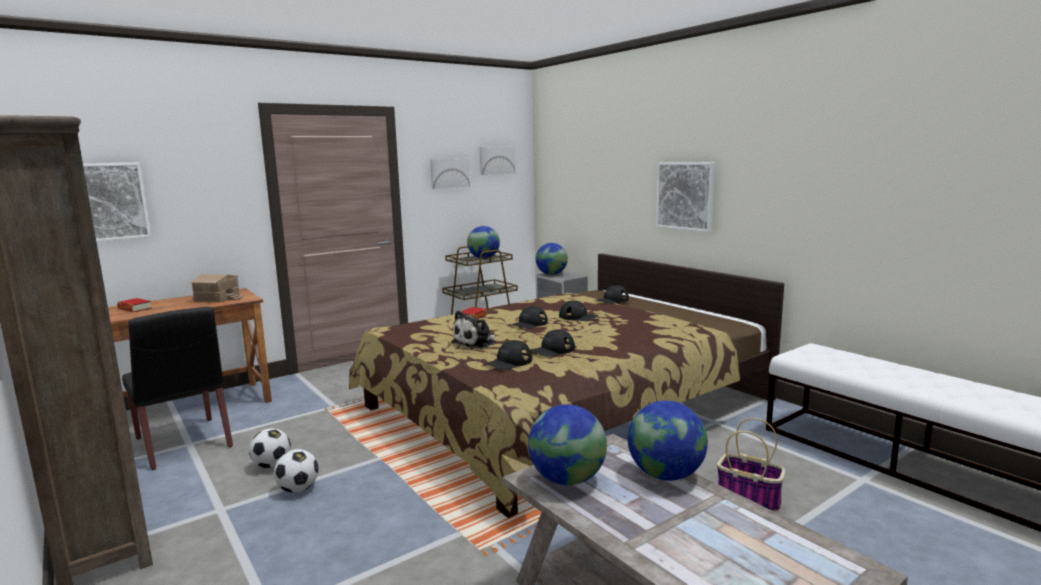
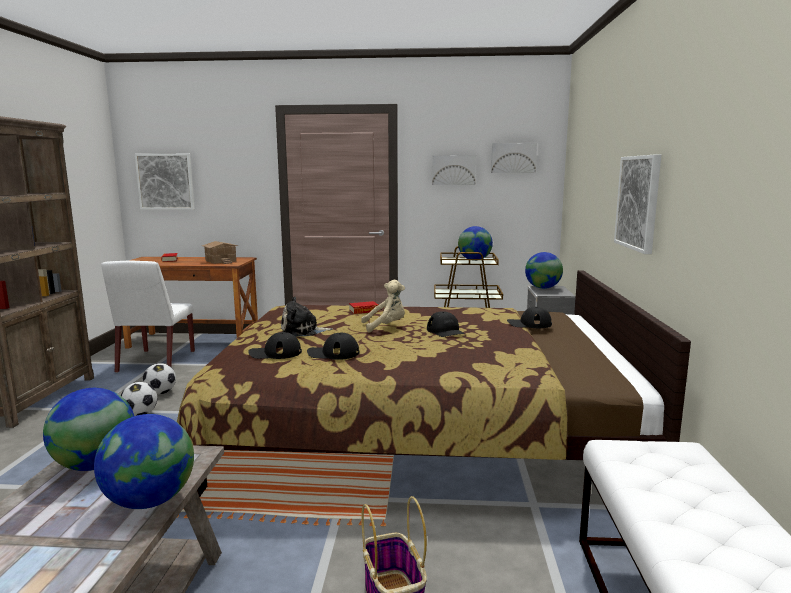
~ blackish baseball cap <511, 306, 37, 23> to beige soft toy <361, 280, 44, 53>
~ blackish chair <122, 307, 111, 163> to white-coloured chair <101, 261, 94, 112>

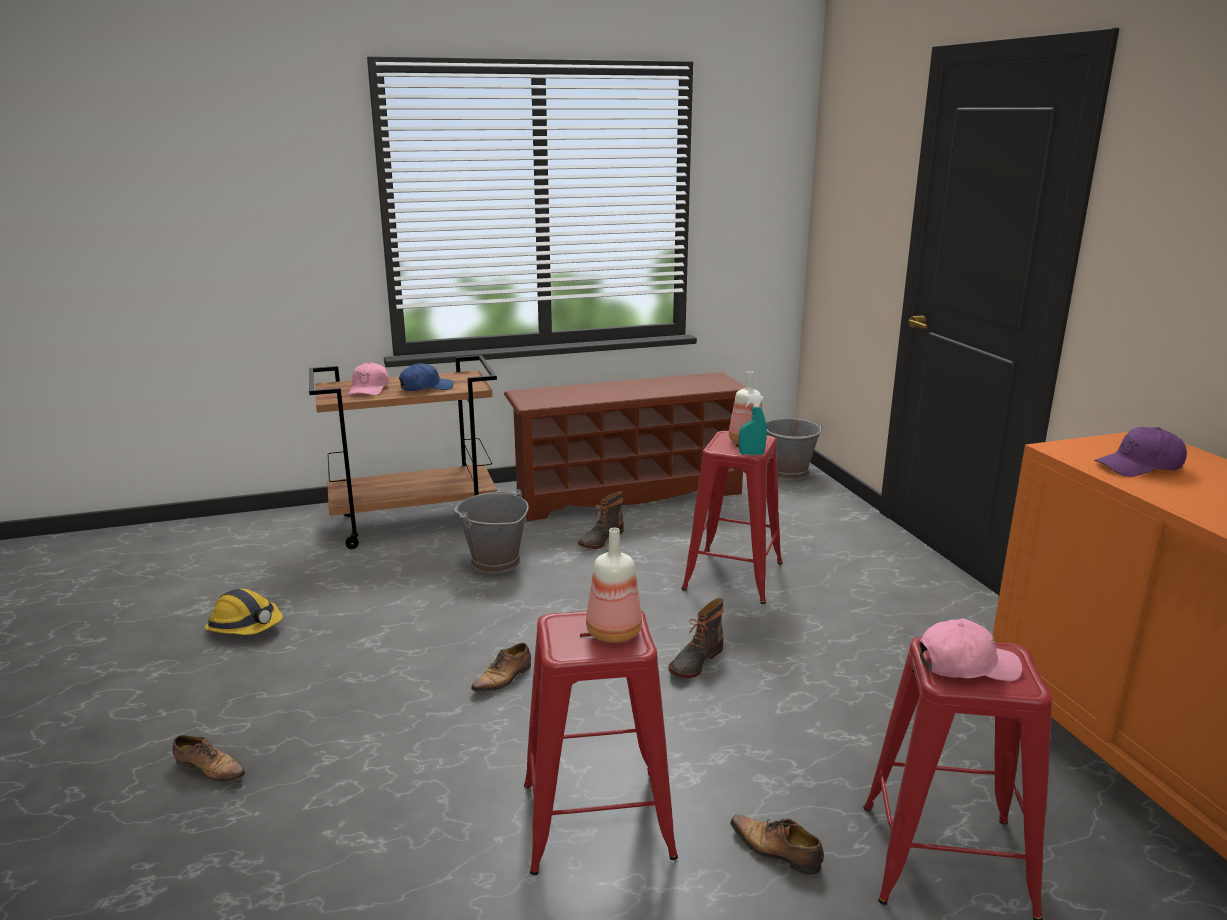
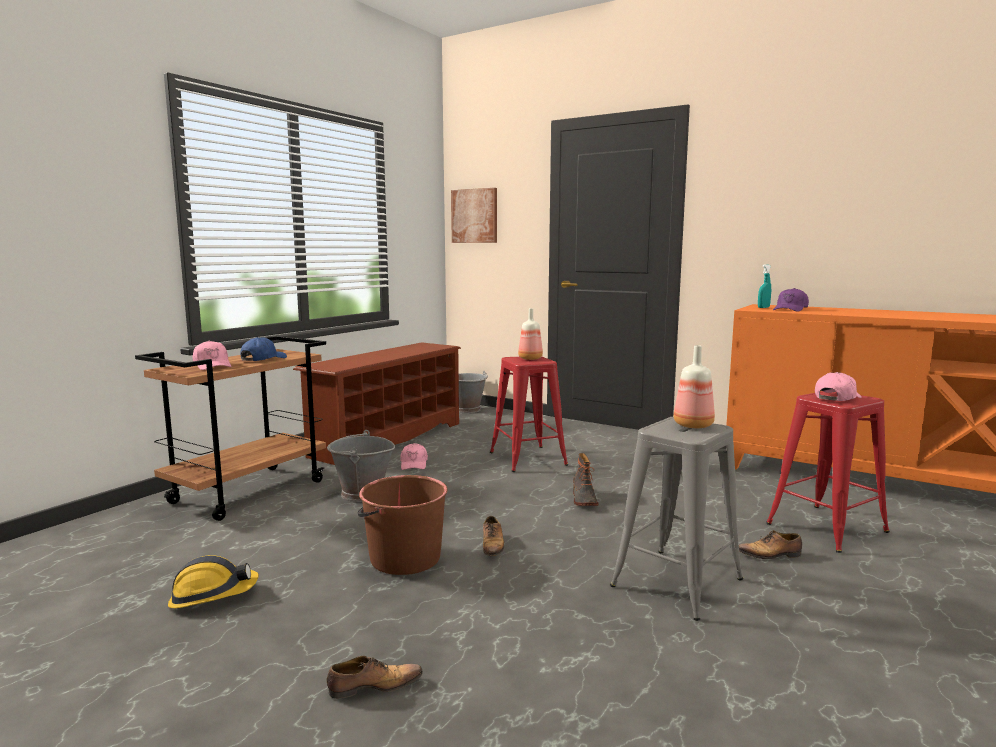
+ brownish water bucket <358, 475, 90, 100>
+ wall art <451, 188, 46, 55>
~ turquoise-coloured spray bottle <739, 394, 28, 61> to <758, 265, 13, 43>
~ high-top boot <578, 491, 46, 58> to pink baseball cap <400, 443, 28, 27>
~ red sitting stool <524, 611, 154, 264> to greyish sitting stool <610, 417, 133, 204>

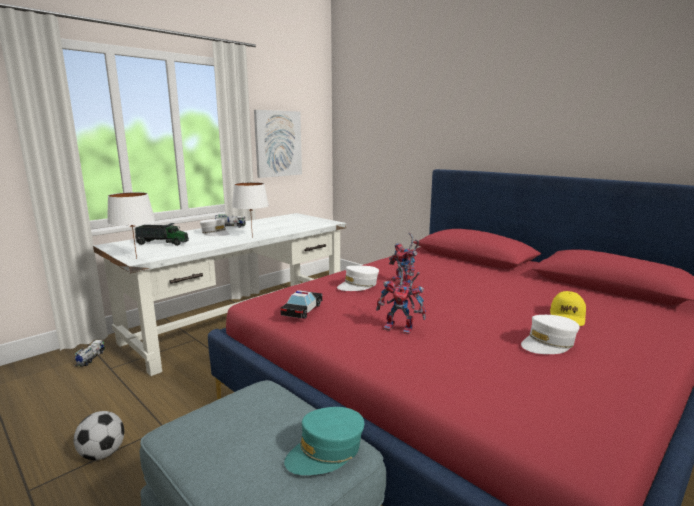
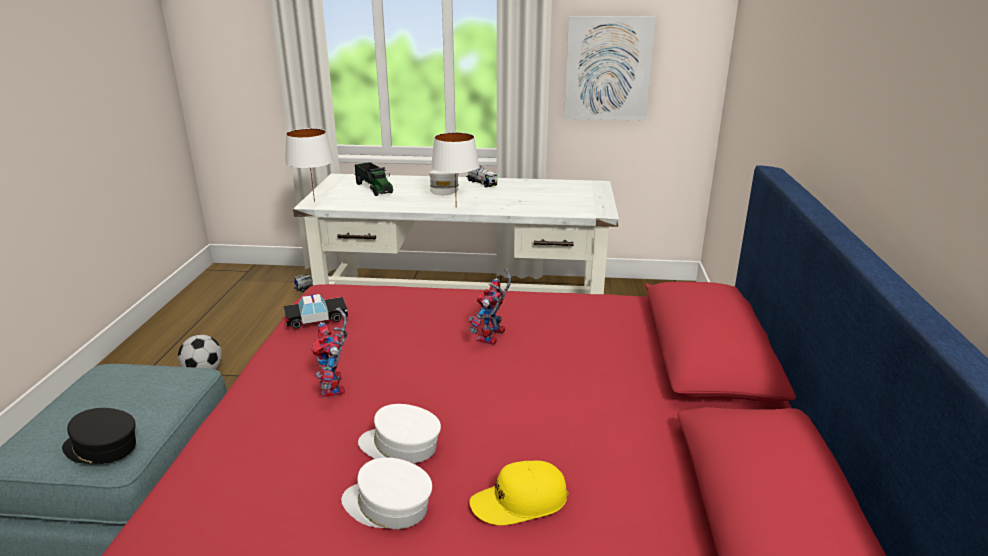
~ white-coloured baseball cap <337, 266, 42, 25> to <358, 404, 83, 59>
~ turquoise-coloured baseball cap <284, 407, 80, 68> to blackish baseball cap <62, 408, 74, 56>

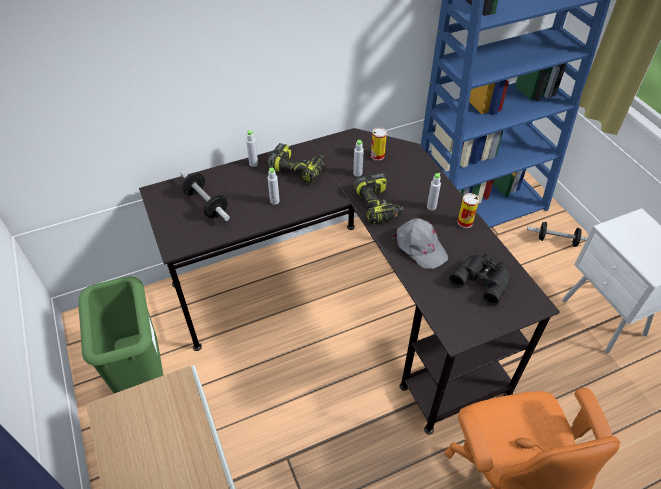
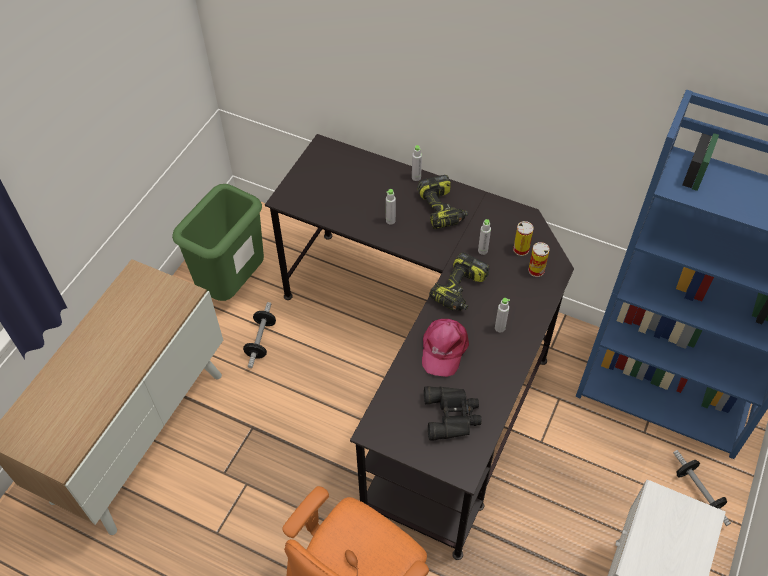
~ hand weight <181, 171, 49, 50> to <243, 302, 33, 66>
~ sealed can <457, 193, 22, 35> to <528, 242, 22, 35>
~ greyish baseball cap <392, 218, 56, 51> to pink baseball cap <422, 319, 47, 58>

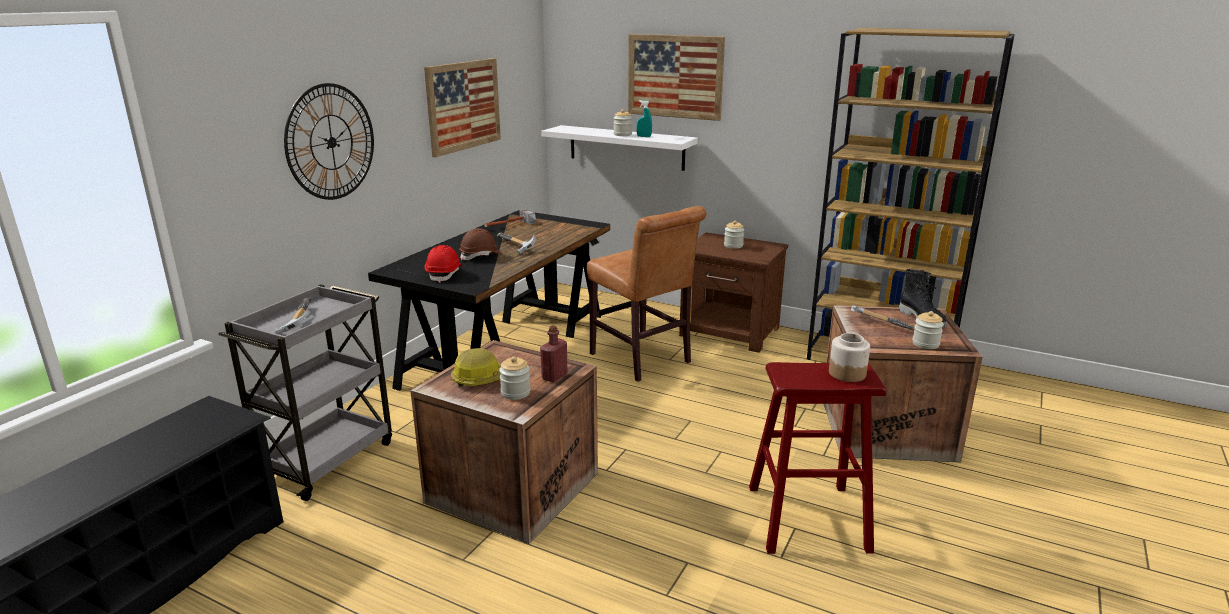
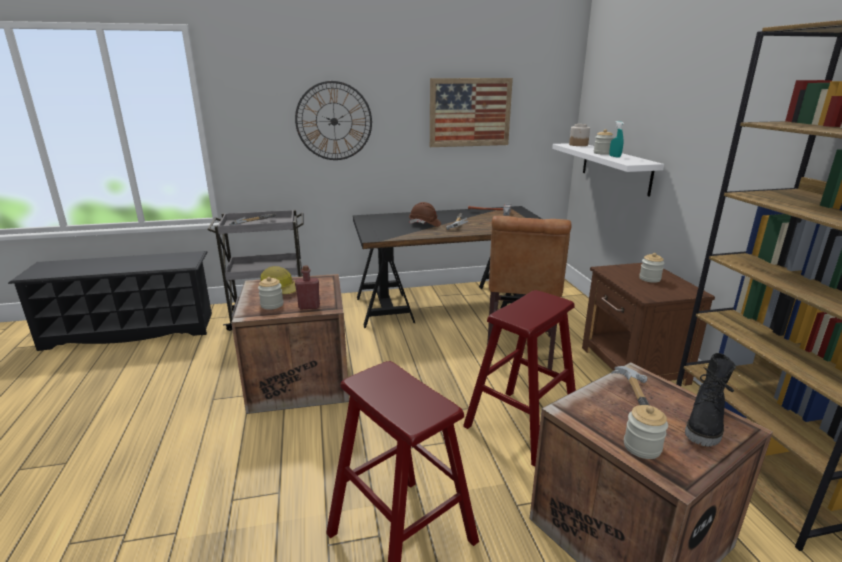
- red work helmet <425, 245, 37, 38>
- wall art <628, 34, 97, 87>
+ red sitting stool <463, 290, 113, 177>
~ jar <829, 333, 41, 49> to <569, 124, 21, 22>

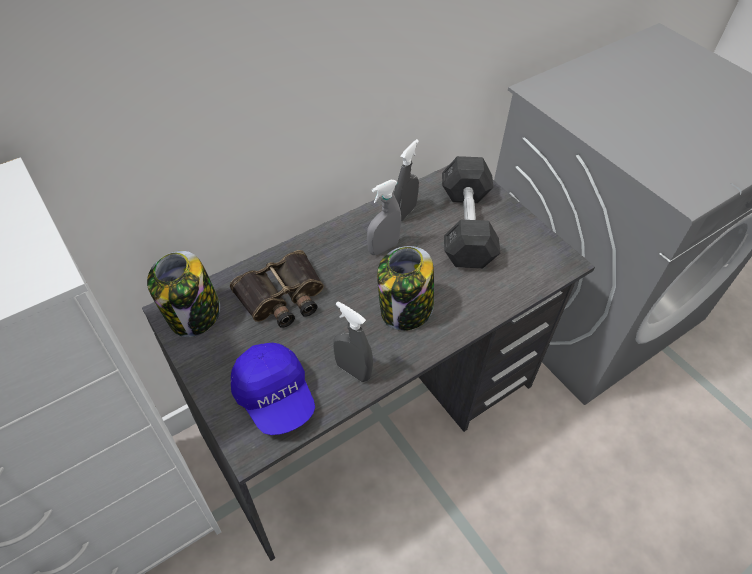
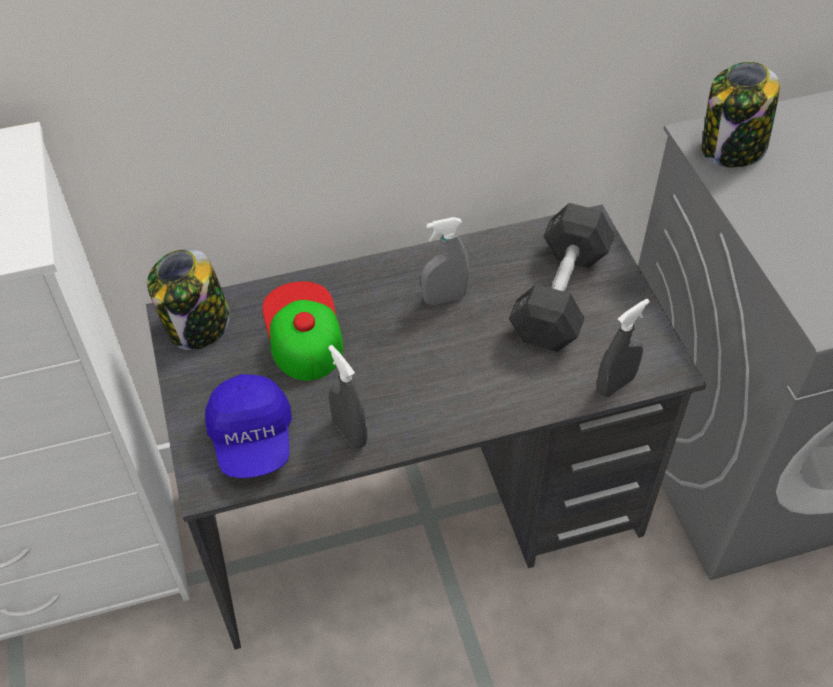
~ jar <377, 246, 57, 85> to <702, 62, 78, 106>
~ greyish spray bottle <394, 139, 25, 82> to <597, 299, 53, 98>
~ binoculars <230, 250, 94, 78> to baseball cap <262, 281, 81, 100>

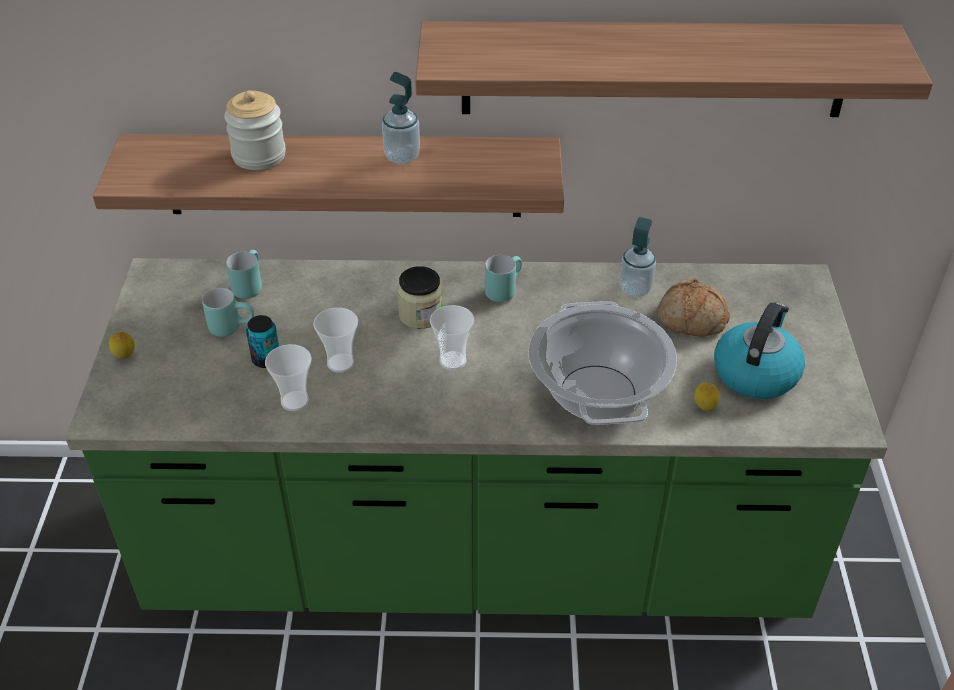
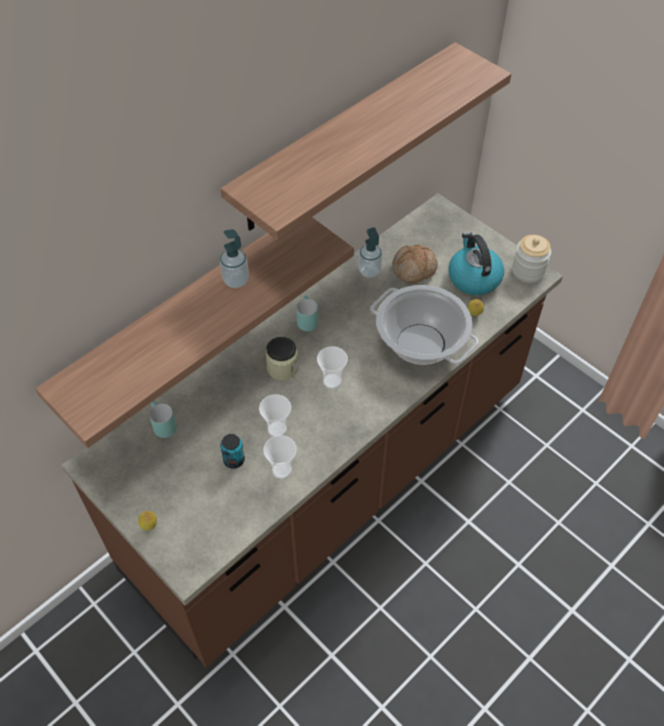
- turquoise-coloured mug <202, 288, 53, 49>
~ jar <224, 90, 62, 80> to <512, 235, 39, 48>
~ green counter <66, 258, 821, 360> to brownish counter <61, 193, 502, 475>

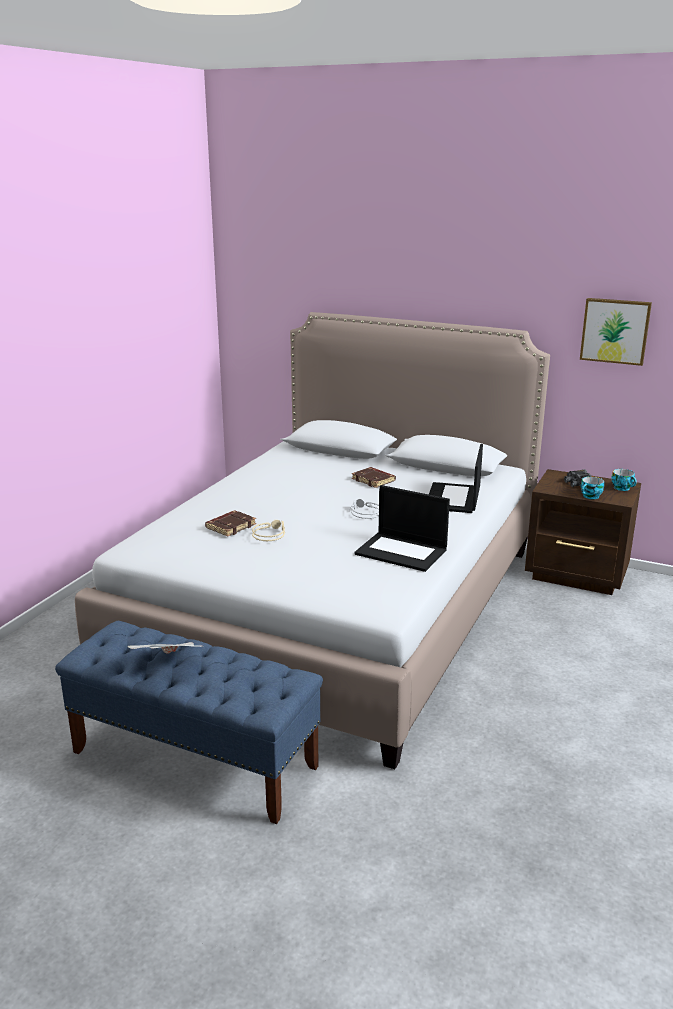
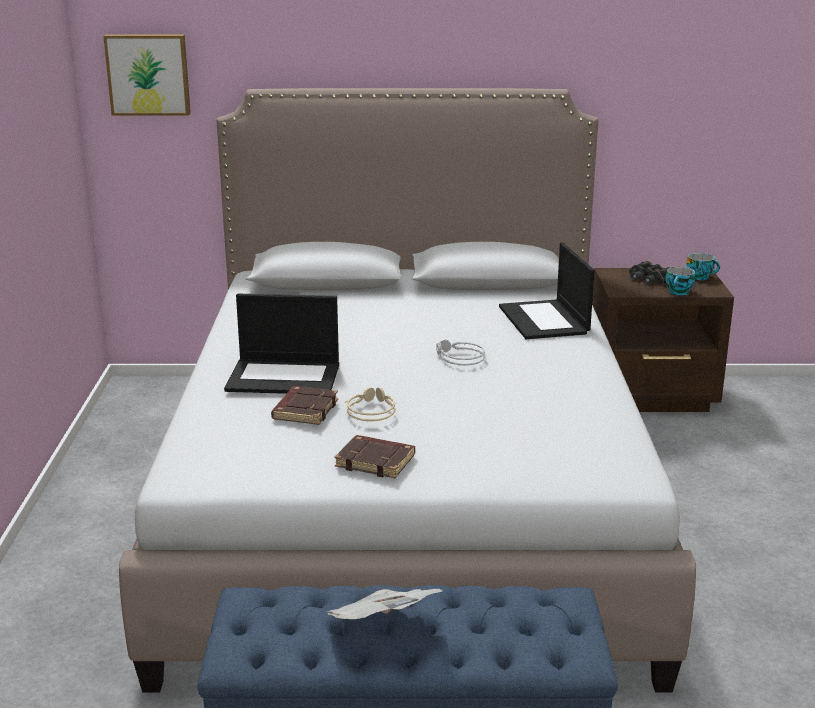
~ brownish book <352, 467, 44, 21> to <334, 435, 81, 43>
~ notebook computer <355, 485, 95, 87> to <224, 294, 115, 100>
~ wall art <580, 298, 72, 68> to <103, 35, 88, 80>

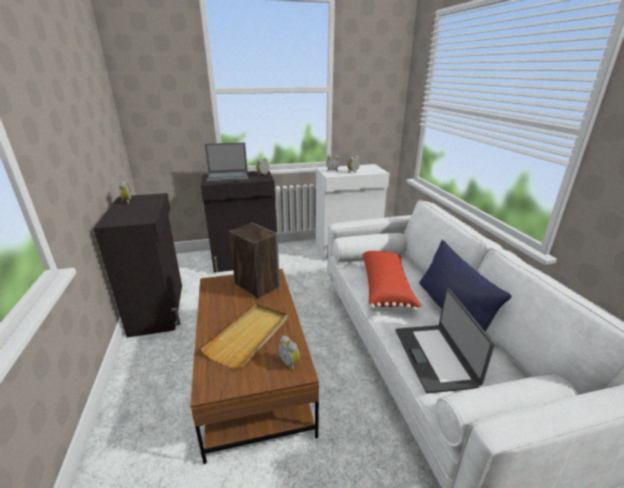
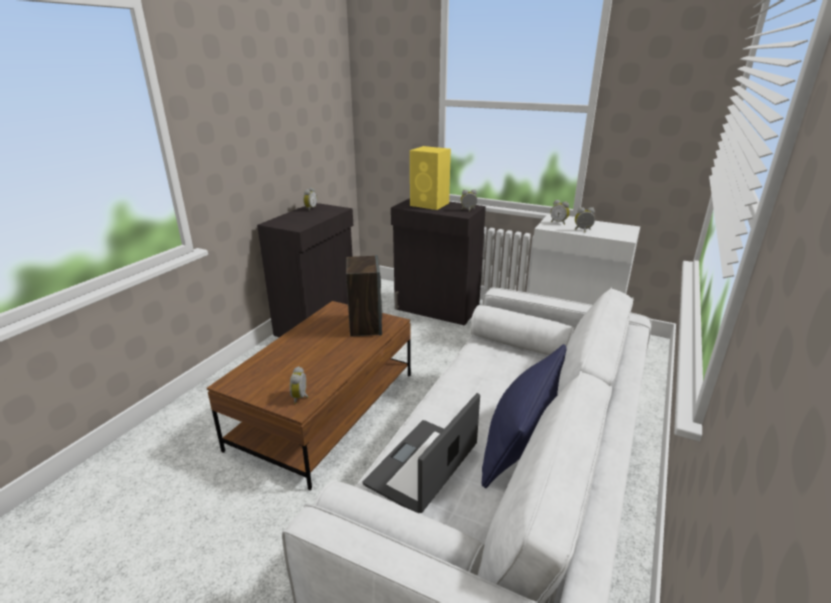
- beige serving tray <201, 304, 86, 65>
- red throw pillow <362, 251, 59, 60>
~ notebook computer <205, 143, 43, 39> to yellow speaker <410, 146, 41, 64>

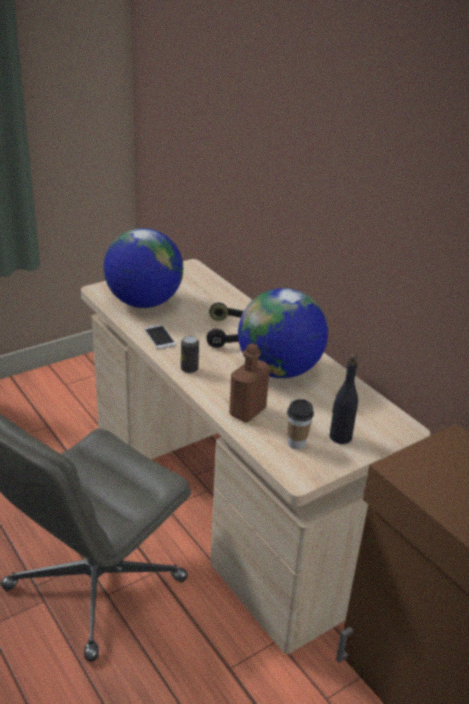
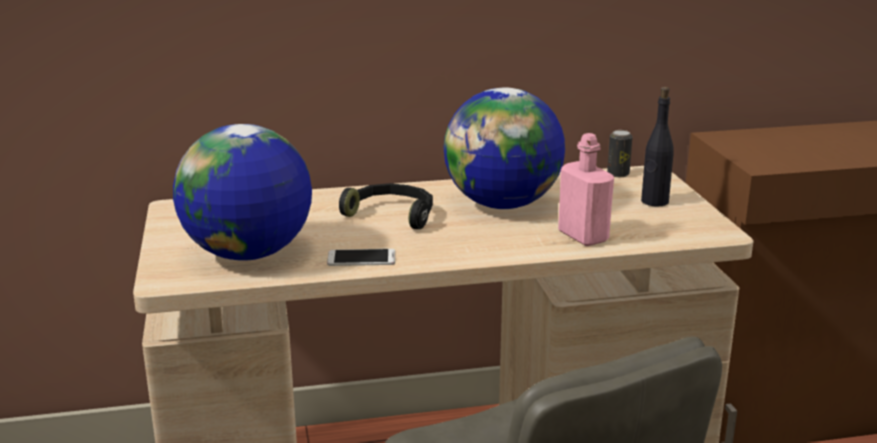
- cup <287, 399, 27, 50>
~ sealed can <181, 336, 18, 37> to <607, 130, 26, 47>
~ brownish bottle <229, 343, 41, 80> to pink bottle <558, 133, 56, 113>

